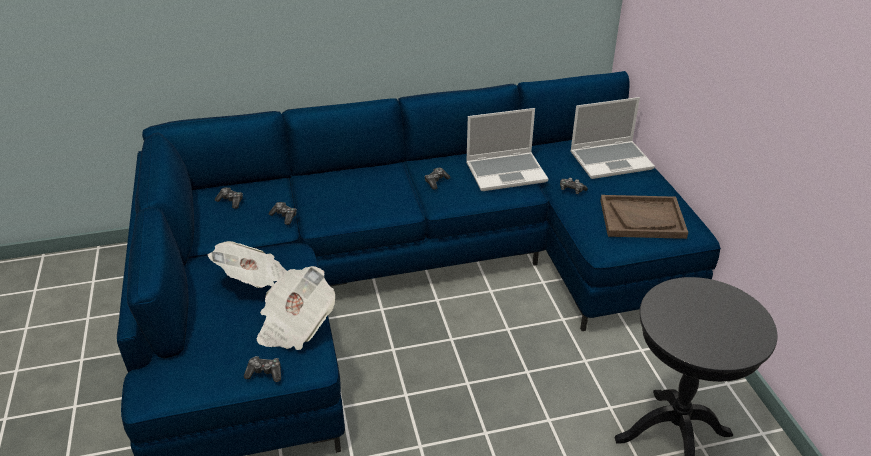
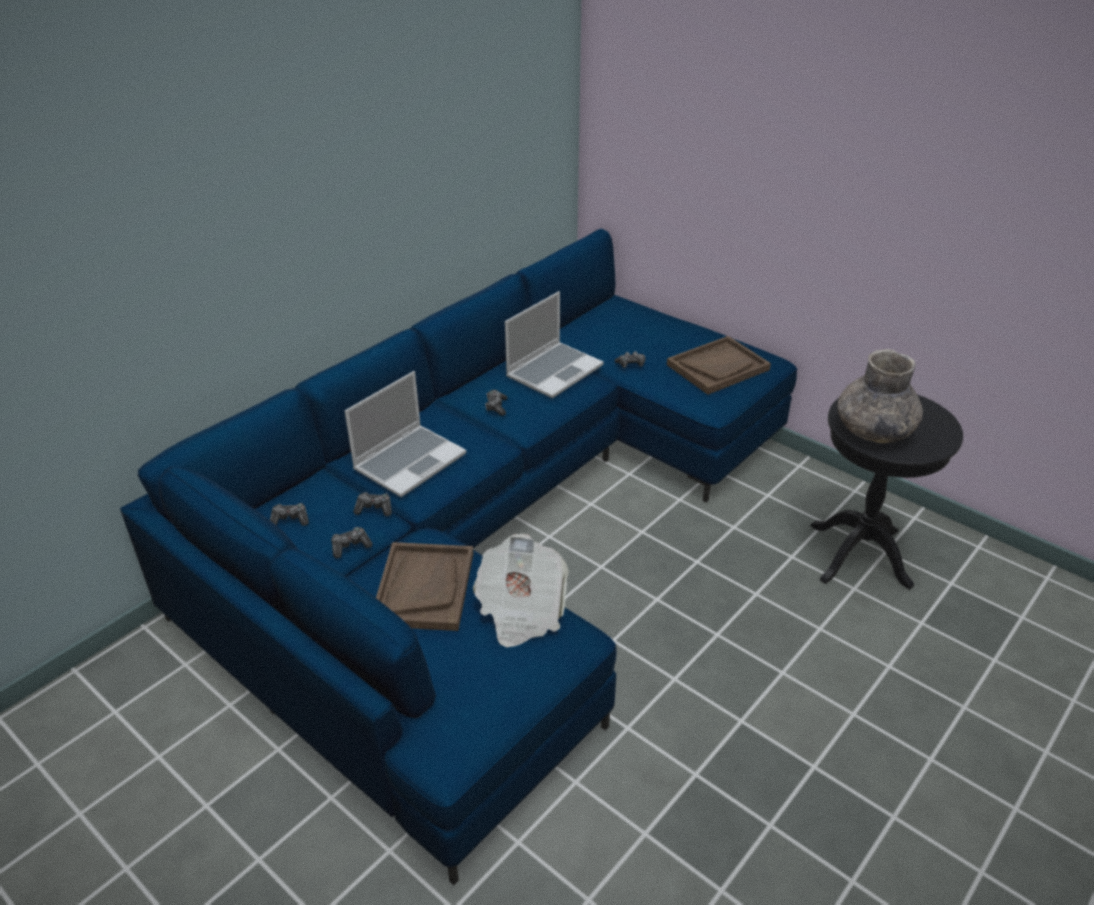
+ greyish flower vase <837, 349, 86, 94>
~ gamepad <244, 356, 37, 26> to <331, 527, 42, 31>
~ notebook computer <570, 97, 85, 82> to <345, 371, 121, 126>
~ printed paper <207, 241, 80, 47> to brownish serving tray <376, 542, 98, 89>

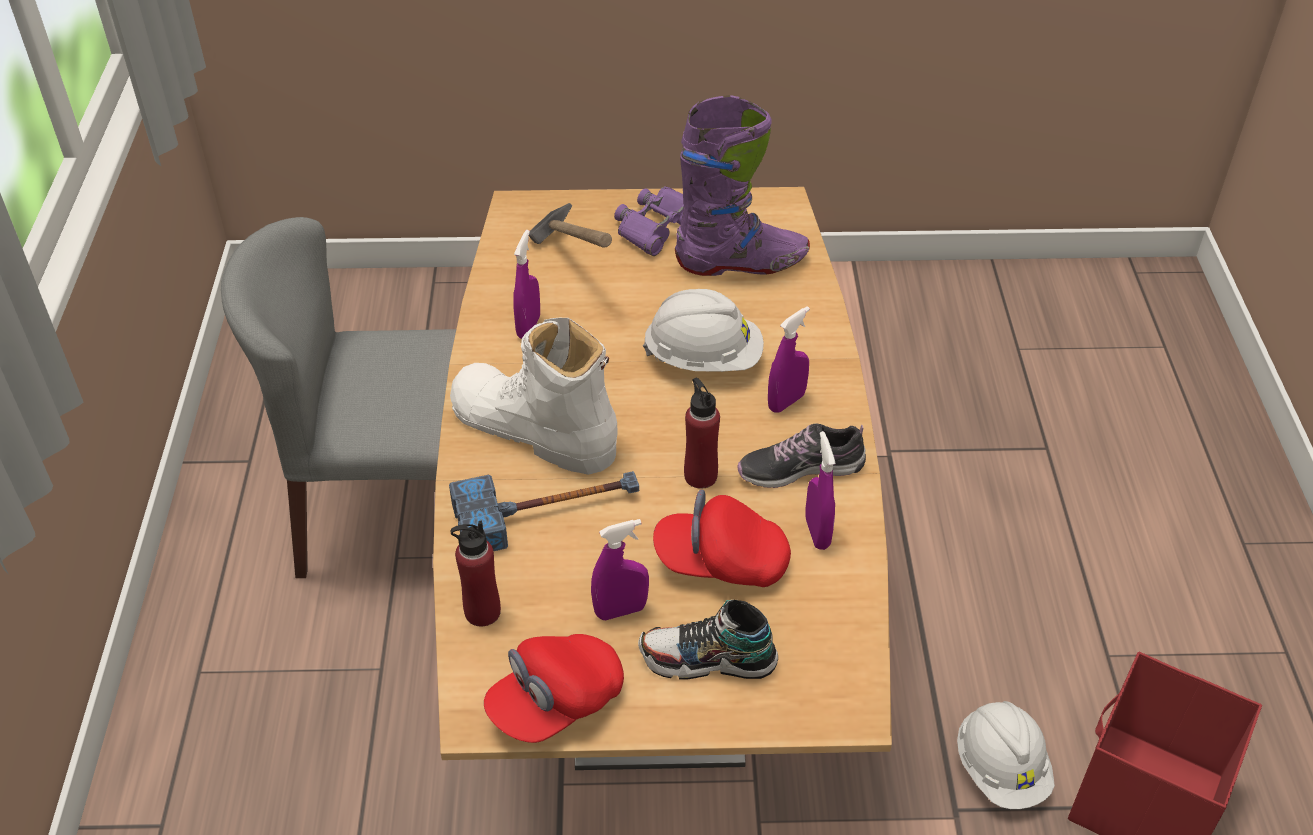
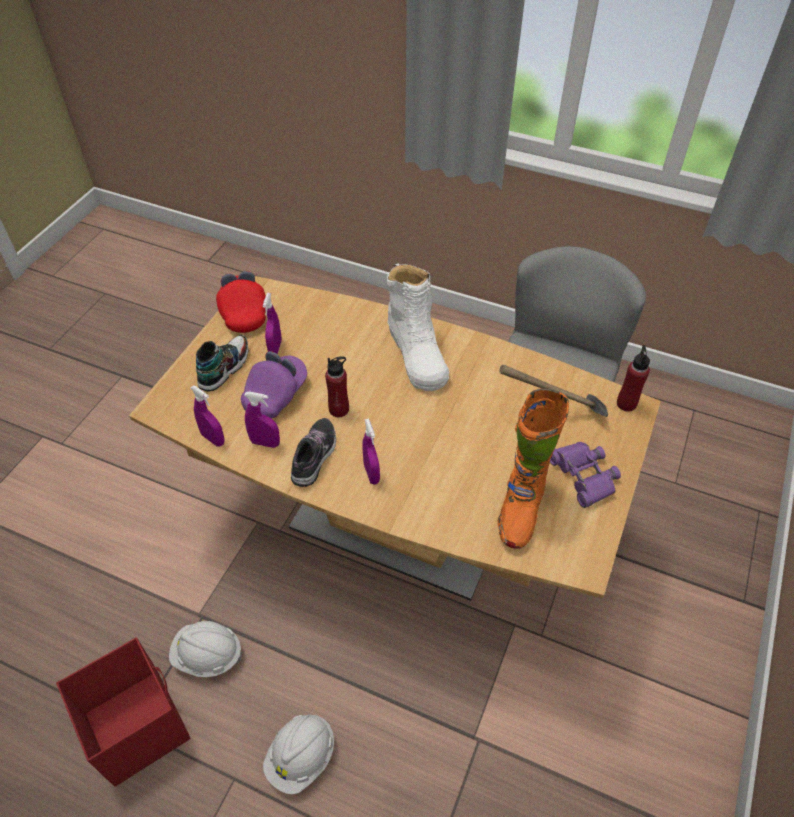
- hand hammer <449, 471, 190, 80>
~ red bottle <450, 521, 51, 106> to <617, 345, 33, 67>
~ purple spray bottle <513, 230, 27, 109> to <191, 385, 33, 62>
~ white-coloured work helmet <643, 289, 121, 83> to <263, 715, 71, 79>
~ red baseball cap <653, 489, 138, 98> to purple baseball cap <241, 351, 66, 68>
~ purple high-top boot <675, 95, 135, 181> to orangey high-top boot <498, 389, 71, 160>
~ white-coloured high-top boot <450, 318, 168, 157> = <387, 263, 62, 128> 105 degrees clockwise

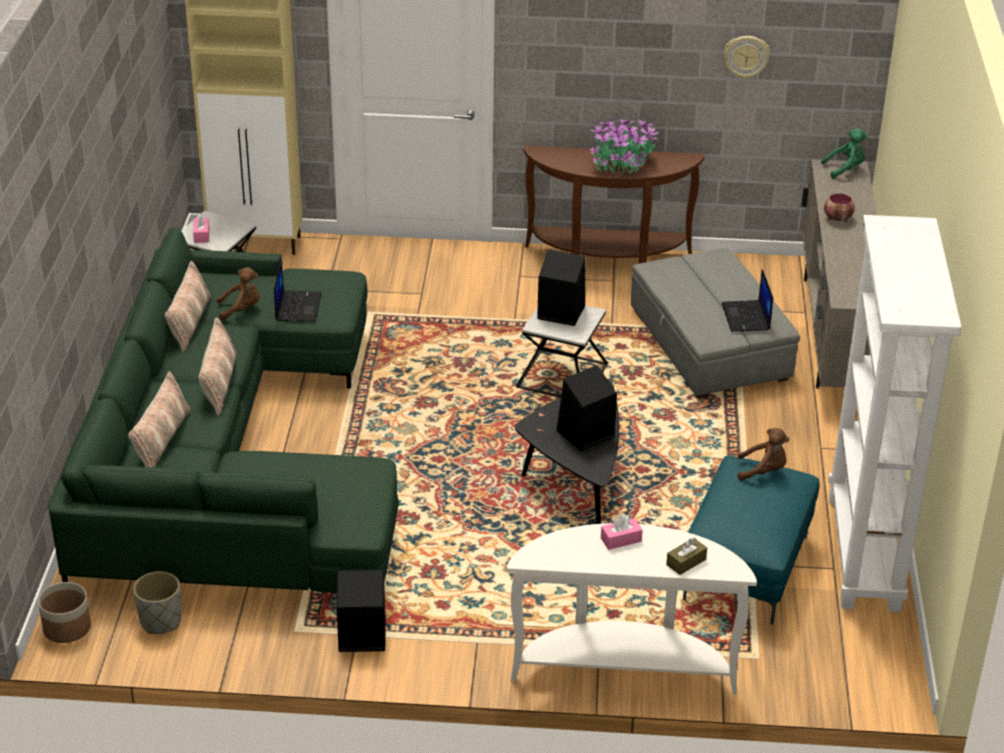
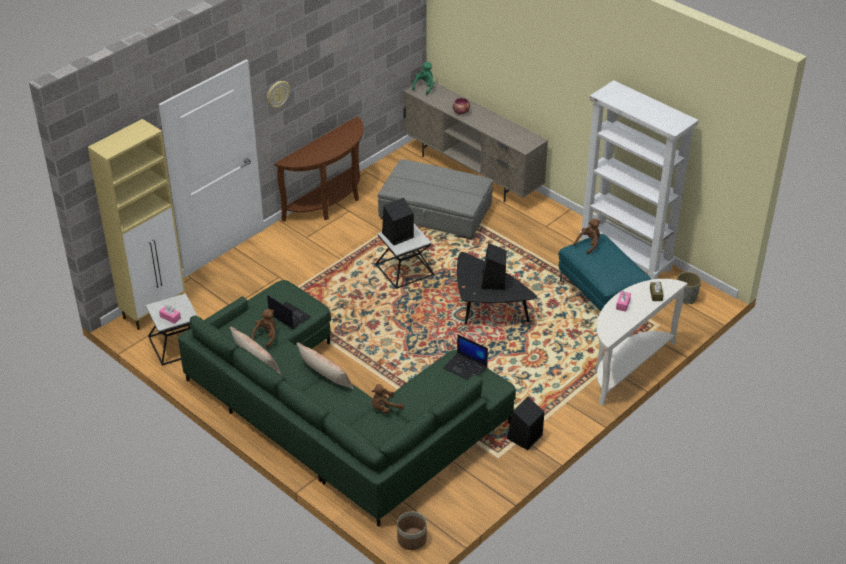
- throw pillow <128, 372, 62, 95>
- plant in a pot <589, 114, 70, 61>
+ brownish soft toy <372, 384, 31, 30>
~ greyish flower pot <133, 571, 48, 63> to <677, 272, 24, 32>
~ notebook computer <722, 269, 51, 63> to <443, 334, 45, 46>
~ wall clock <724, 36, 46, 43> to <267, 81, 23, 27>

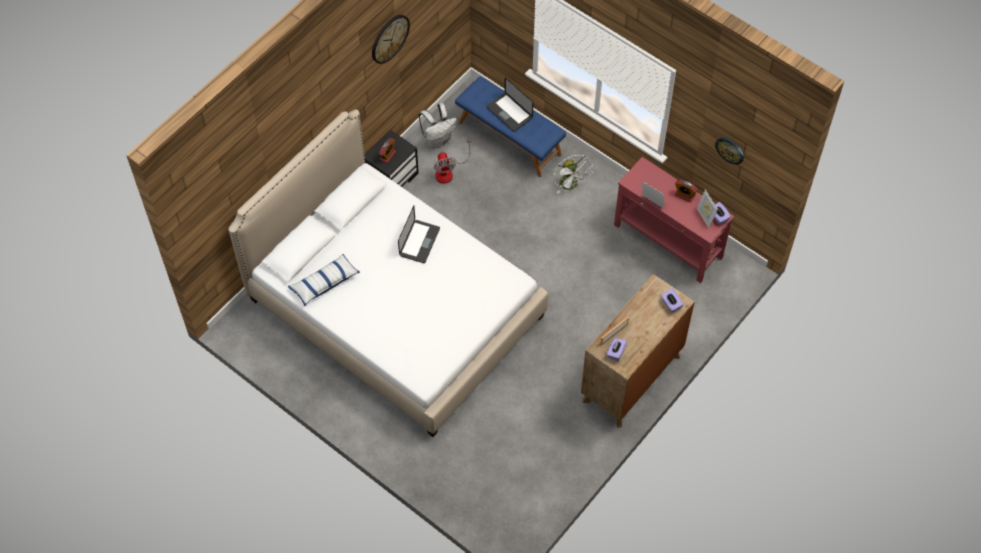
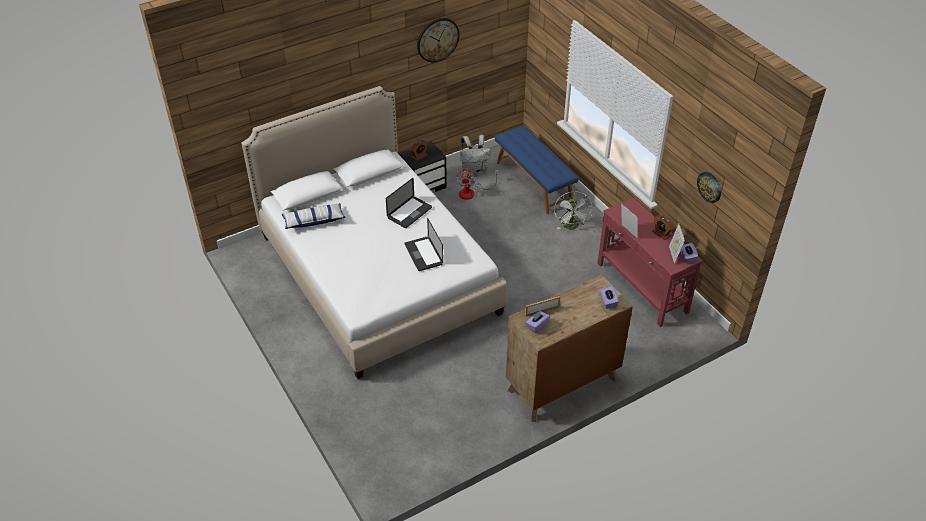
~ notebook computer <487, 77, 46, 55> to <404, 218, 39, 53>

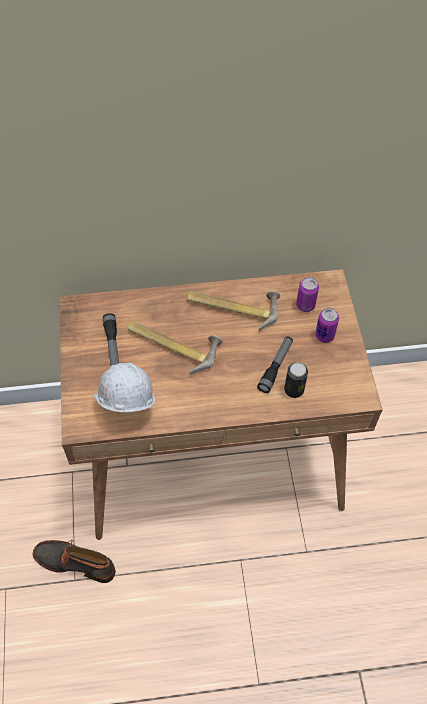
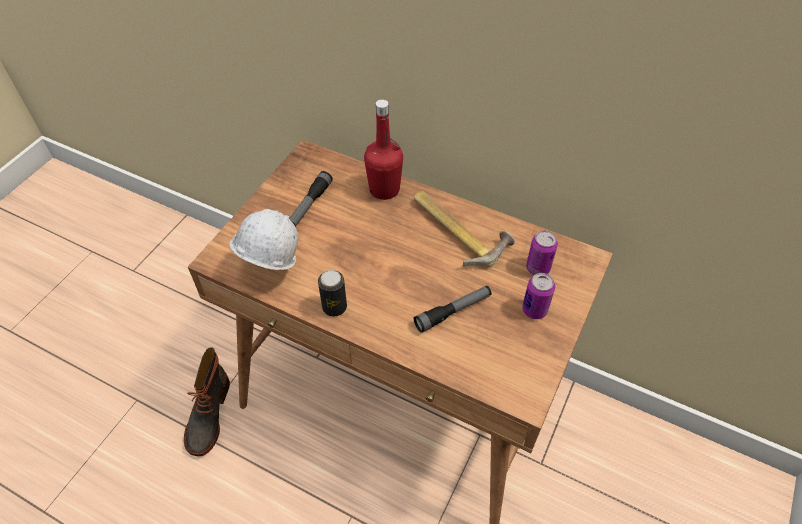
- hand hammer <128, 321, 95, 54>
+ red bottle <364, 99, 39, 101>
~ sealed can <284, 362, 24, 36> to <318, 270, 29, 46>
~ high-top boot <33, 540, 83, 43> = <184, 348, 46, 108> 135 degrees counterclockwise

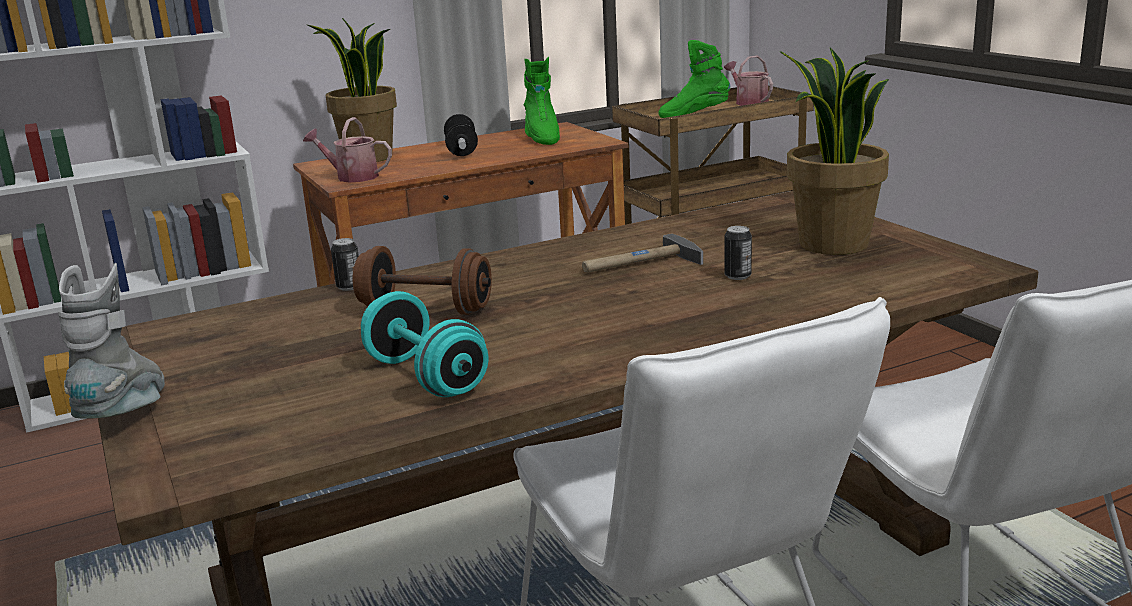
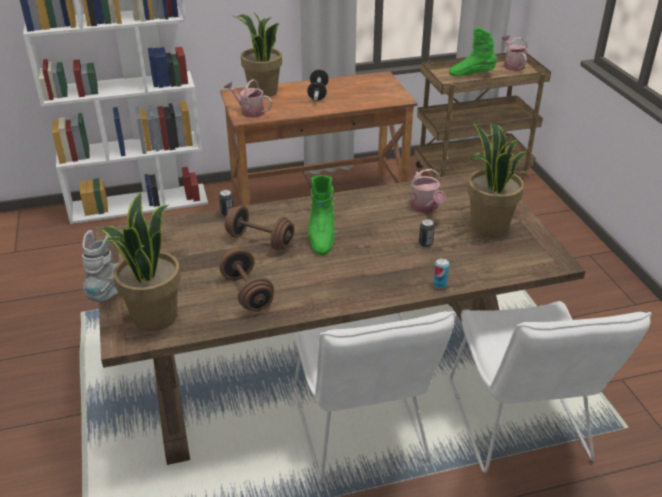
- hand hammer <582, 234, 121, 39>
+ plant in a pot <101, 192, 80, 139>
+ watering pot <410, 169, 36, 44>
+ sealed can <433, 258, 16, 31>
~ green high-top boot <524, 57, 36, 88> to <308, 175, 26, 80>
~ turquoise-coloured hand weight <361, 291, 127, 106> to brownish hand weight <220, 248, 54, 63>

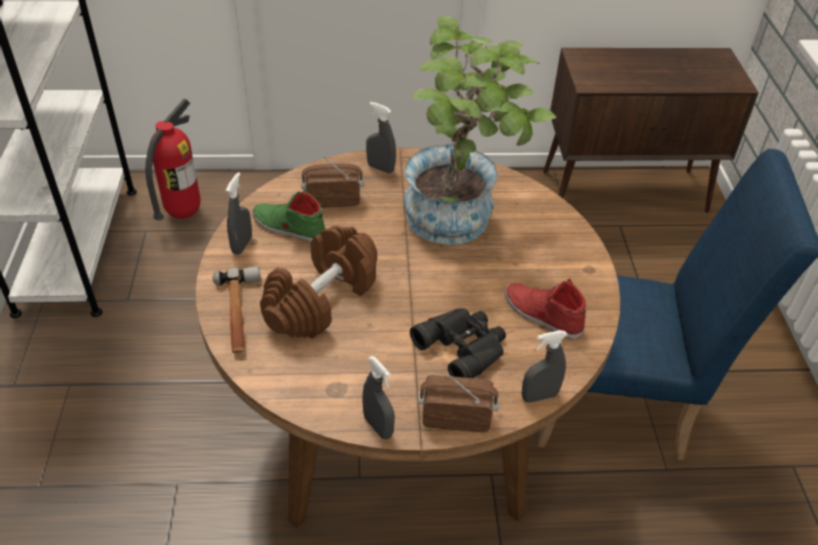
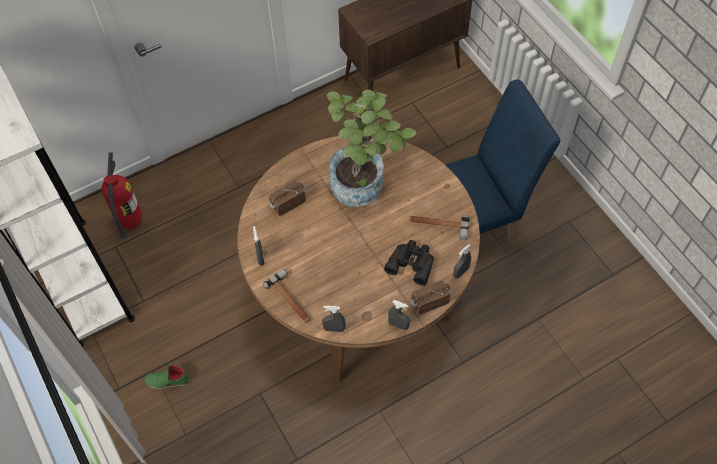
- brownish hand weight <260, 226, 117, 113>
~ green item of footwear <253, 189, 73, 53> to <144, 363, 46, 26>
~ greyish spray bottle <366, 102, 30, 71> to <322, 306, 24, 26>
~ red item of footwear <505, 279, 81, 60> to hand hammer <409, 215, 61, 25>

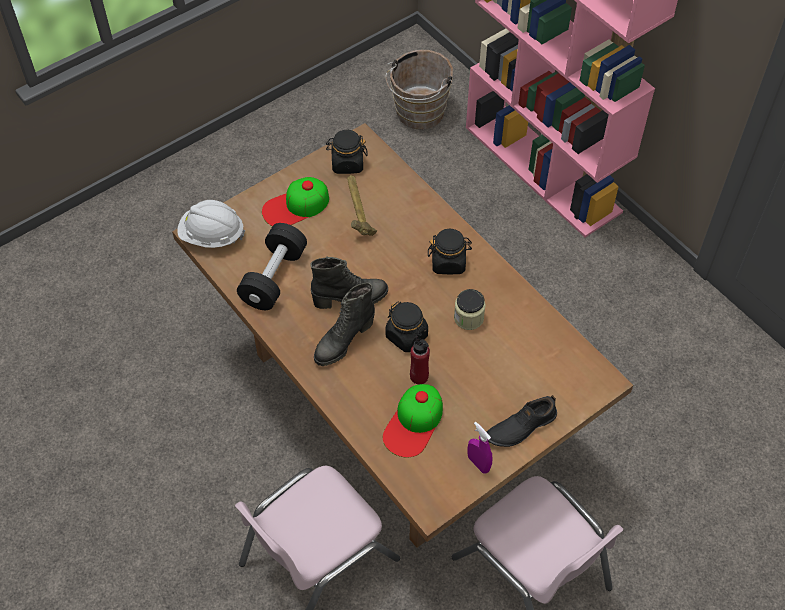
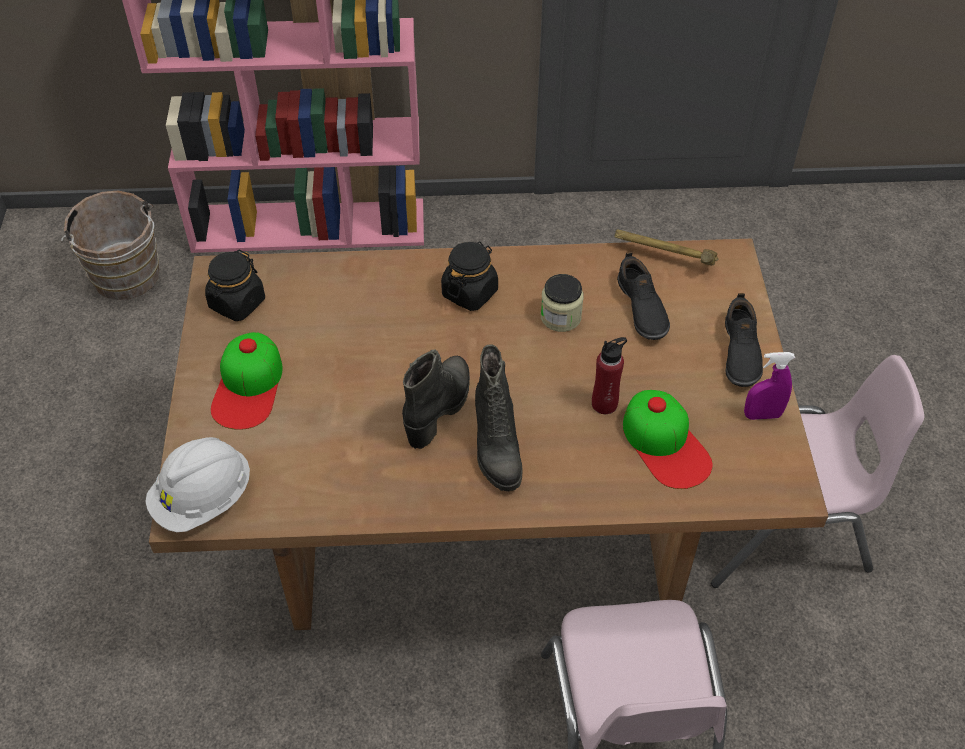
- blackish hand weight <237, 223, 70, 87>
- blackish jar <386, 301, 42, 51>
+ blackish item of footwear <617, 252, 53, 88>
~ hand hammer <347, 175, 30, 61> to <615, 229, 104, 36>

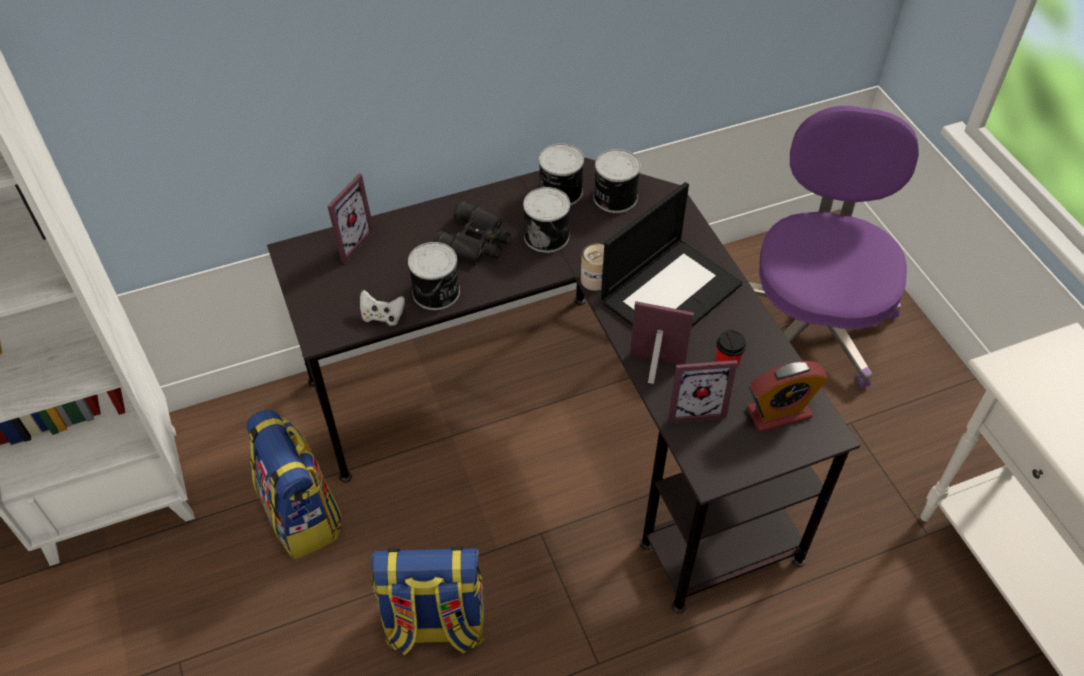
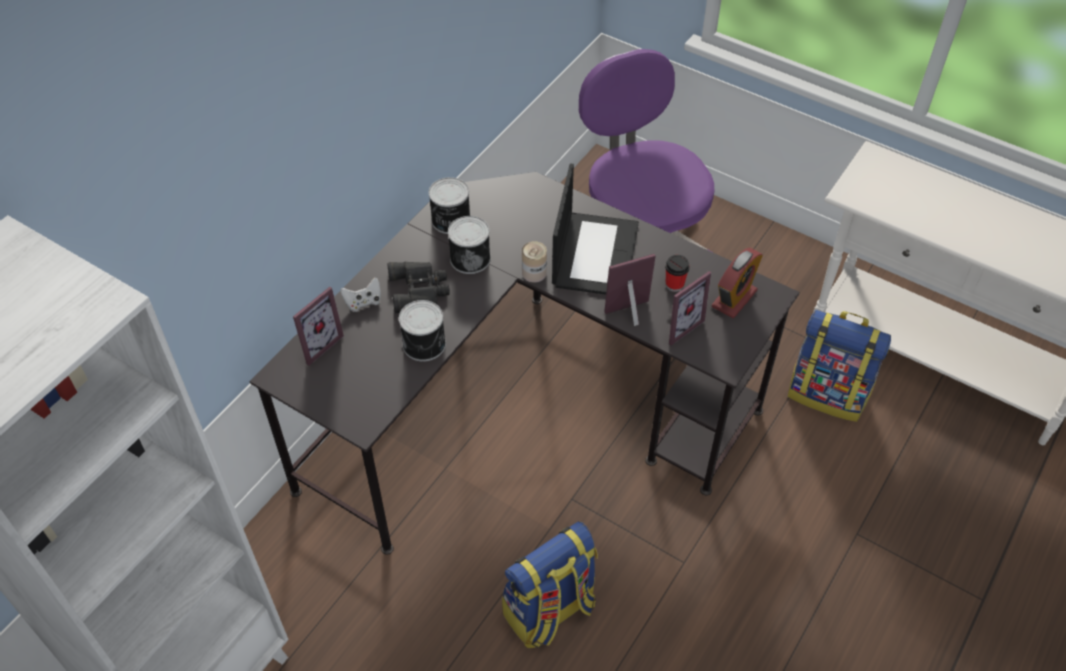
- sealed can <593, 149, 48, 64>
~ backpack <246, 409, 96, 151> to <788, 310, 103, 112>
~ white-coloured gamepad <360, 290, 45, 36> to <340, 277, 41, 35>
~ picture frame <327, 173, 47, 91> = <293, 287, 51, 79> 45 degrees clockwise

